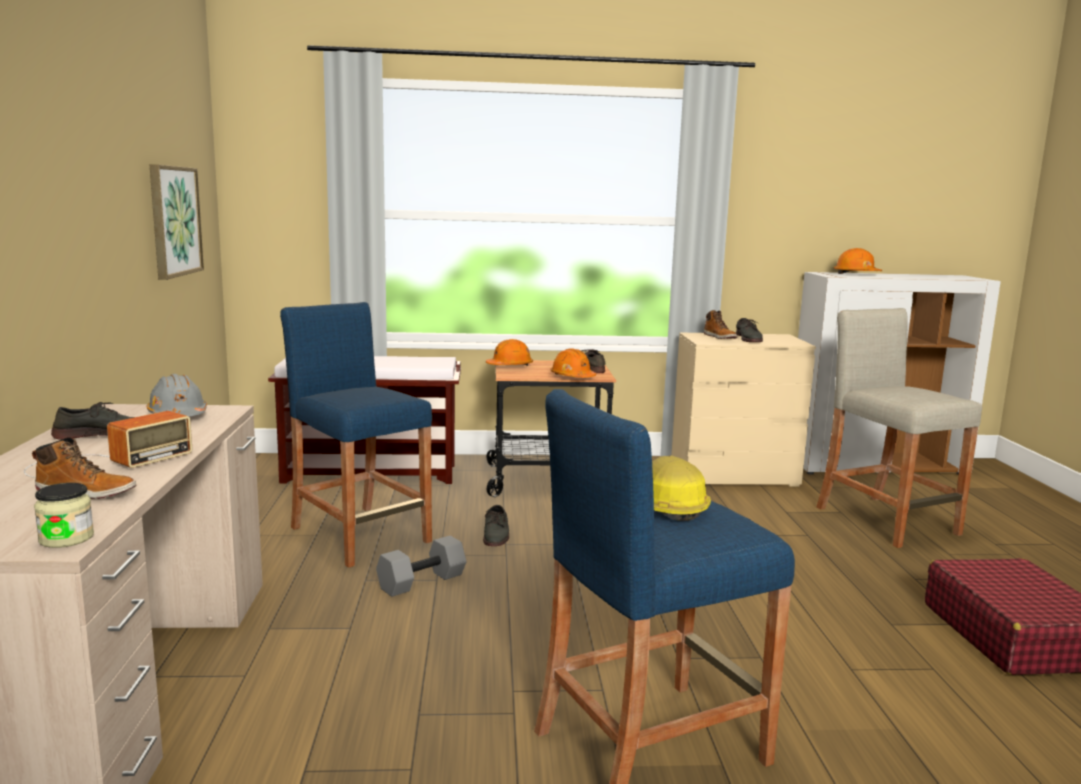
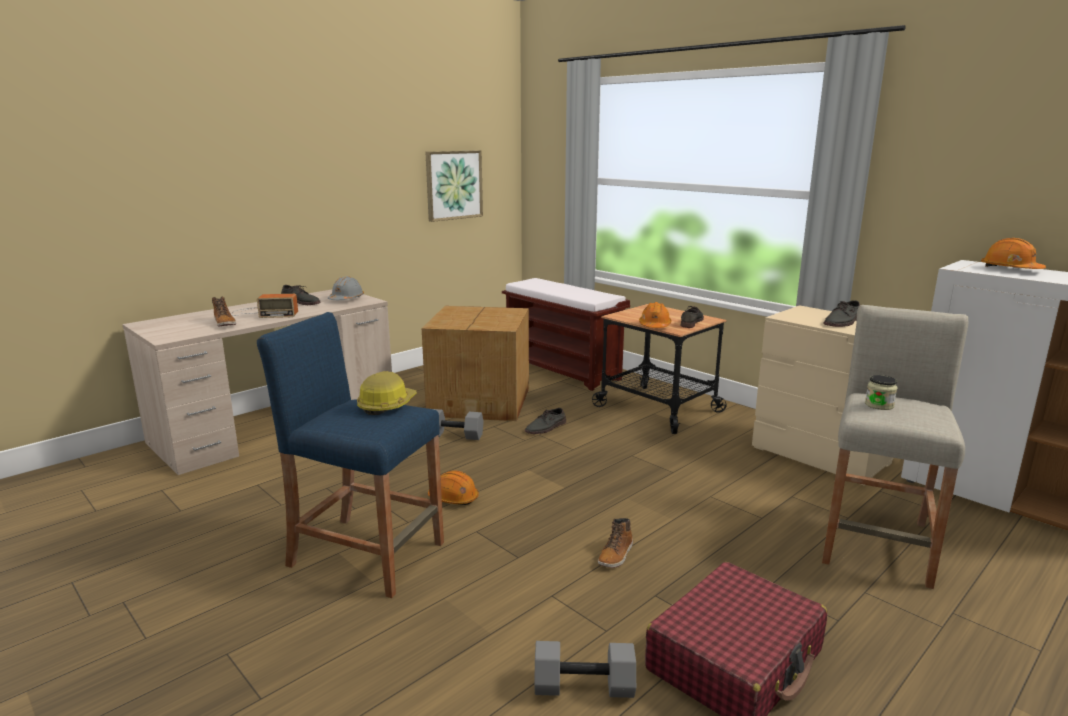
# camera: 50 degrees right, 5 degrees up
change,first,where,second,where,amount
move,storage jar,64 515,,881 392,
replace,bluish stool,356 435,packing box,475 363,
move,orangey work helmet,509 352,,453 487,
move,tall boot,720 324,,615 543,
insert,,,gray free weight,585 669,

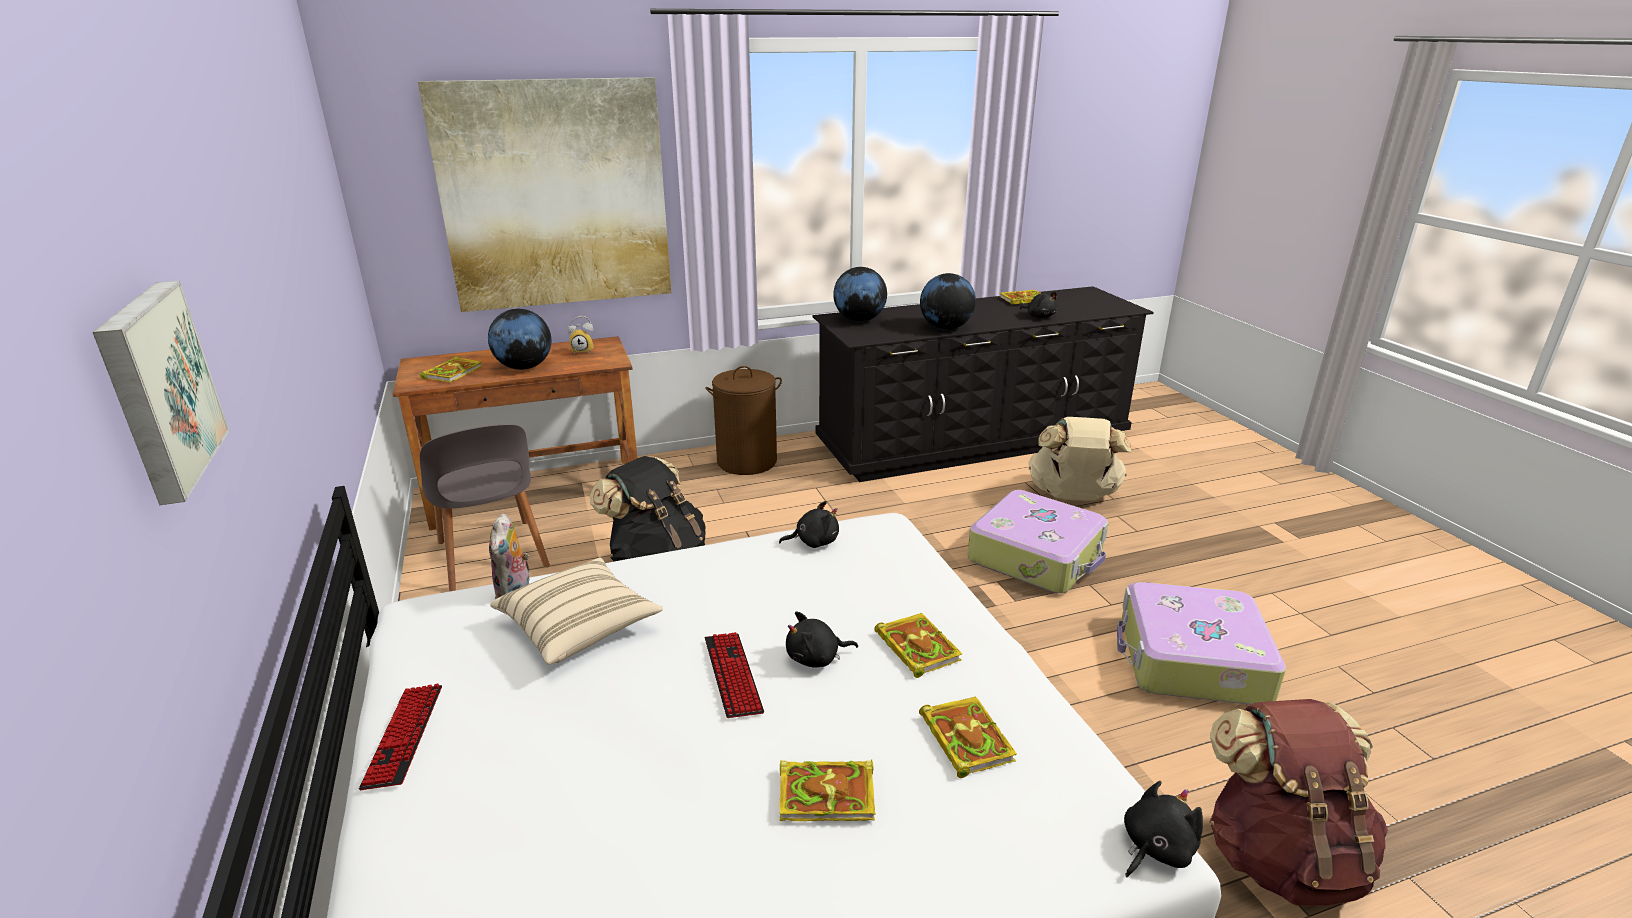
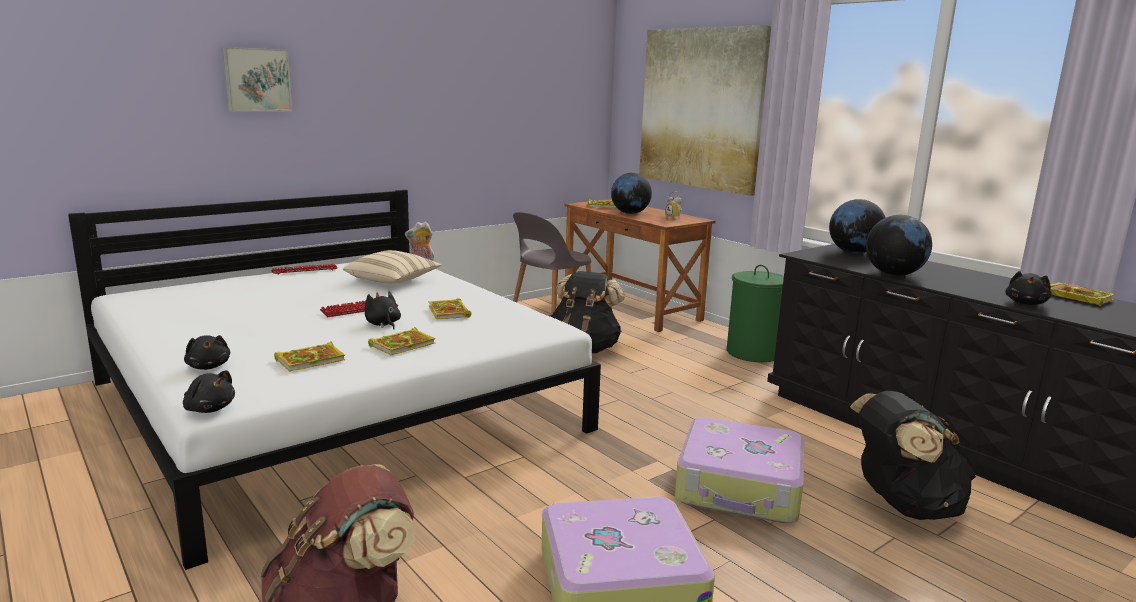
# camera: 70 degrees right, 10 degrees down
change,first,where,second,where,amount
recolor,brown-coloured hamper,743 420,greenish hamper,755 313,
move,black-coloured cuddly toy,809 524,,207 352,
move,book,827 790,,449 308,
recolor,beige-coloured rucksack,1079 459,black-coloured rucksack,913 455,

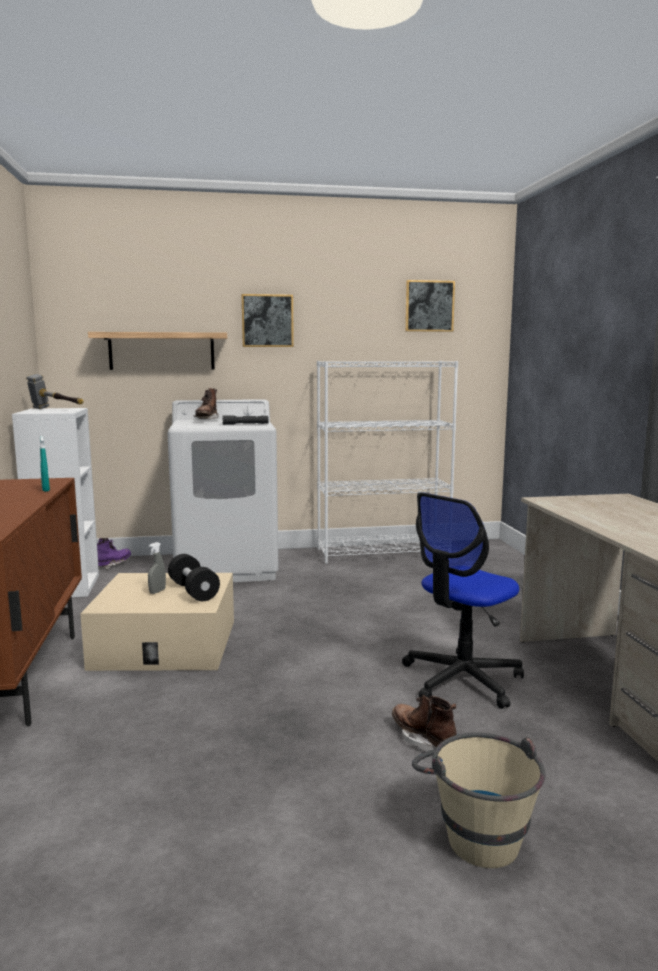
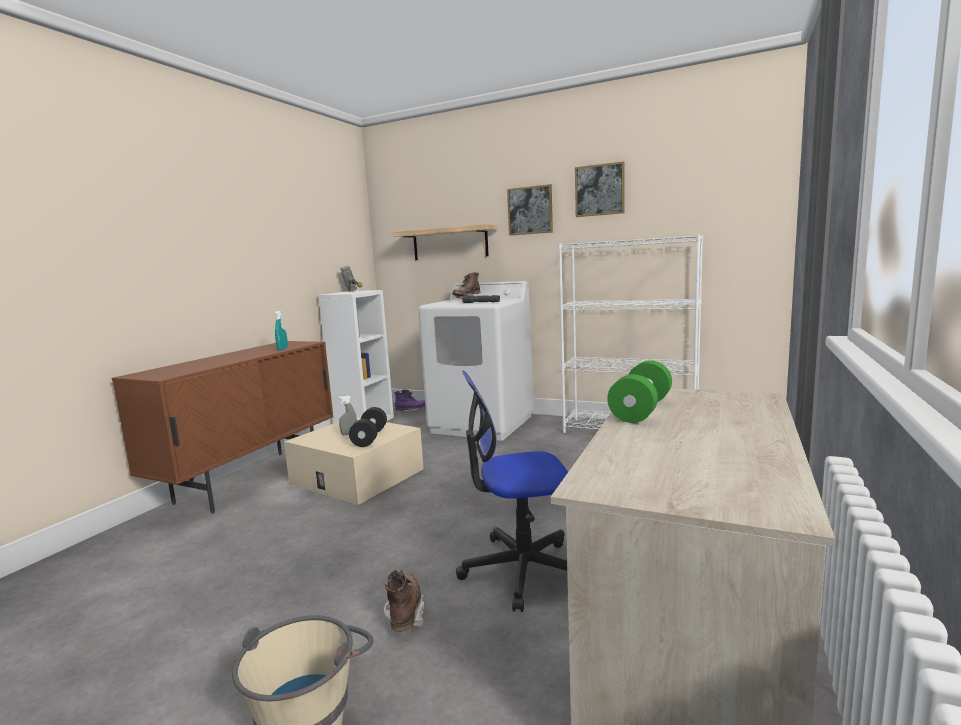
# camera: 35 degrees right, 0 degrees up
change,first,where,second,where,amount
move,wall picture,430 306,,600 189,
insert,,,greenish free weight,639 391,

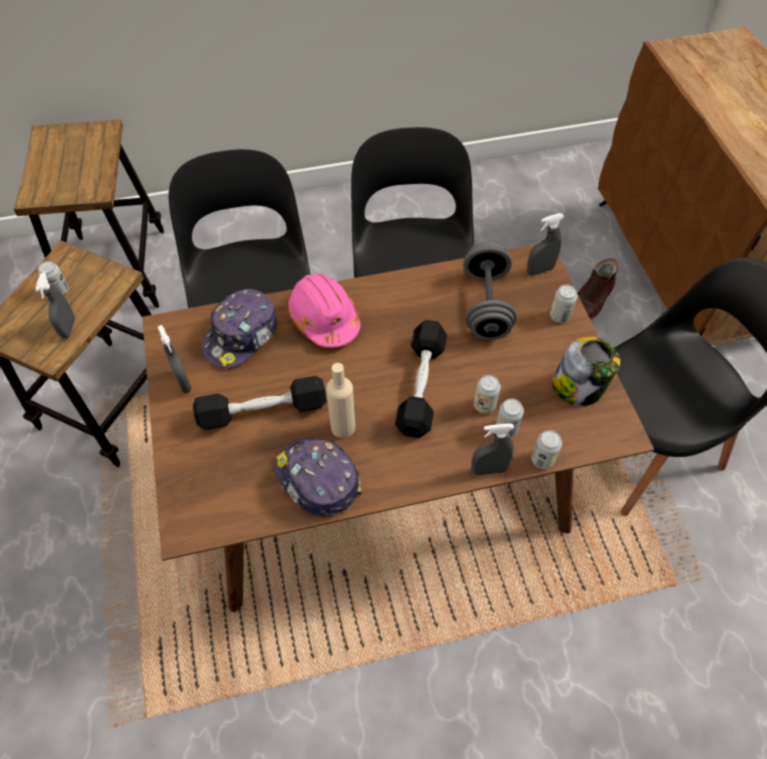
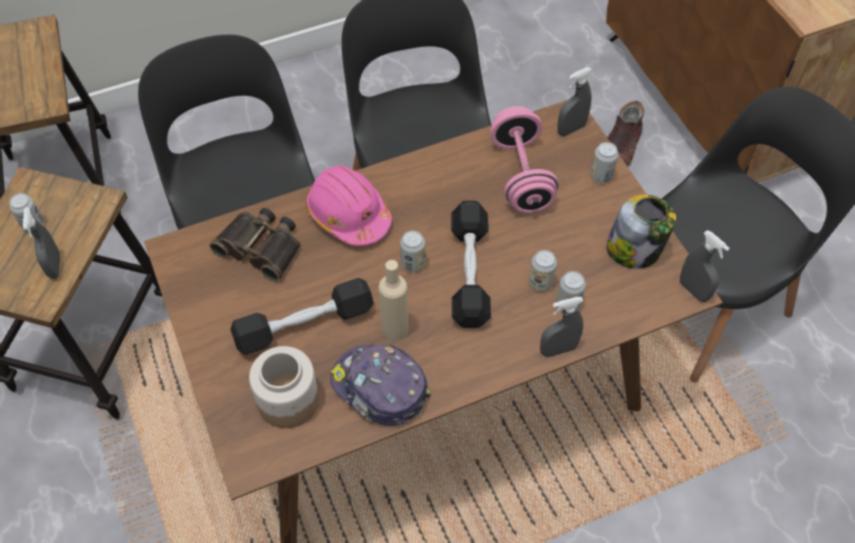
# camera: 10 degrees left, 0 degrees up
change,first,where,second,where,amount
move,gray hand sprayer,175 359,,705 266,
replace,peaked cap,239 329,binoculars,255 245,
recolor,gray free weight,490 290,pink free weight,524 159,
move,metal can,546 449,,412 252,
insert,,,storage jar,284 387,

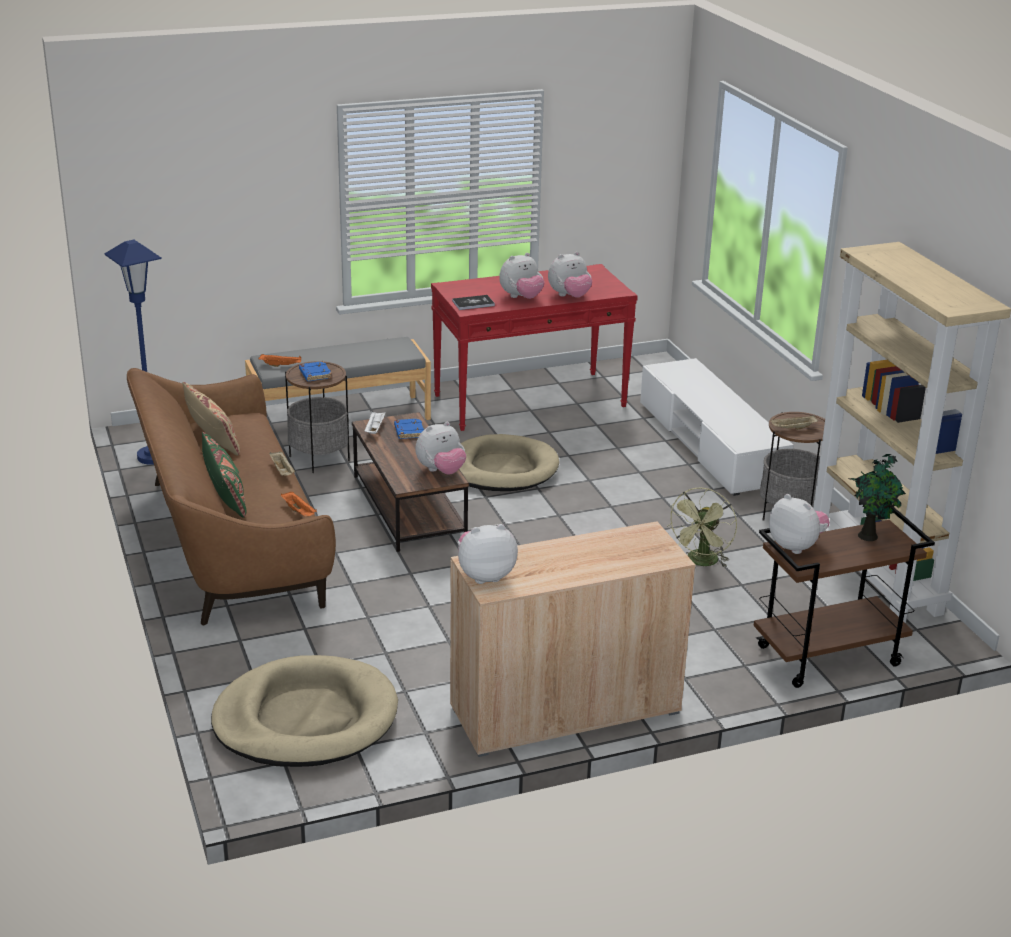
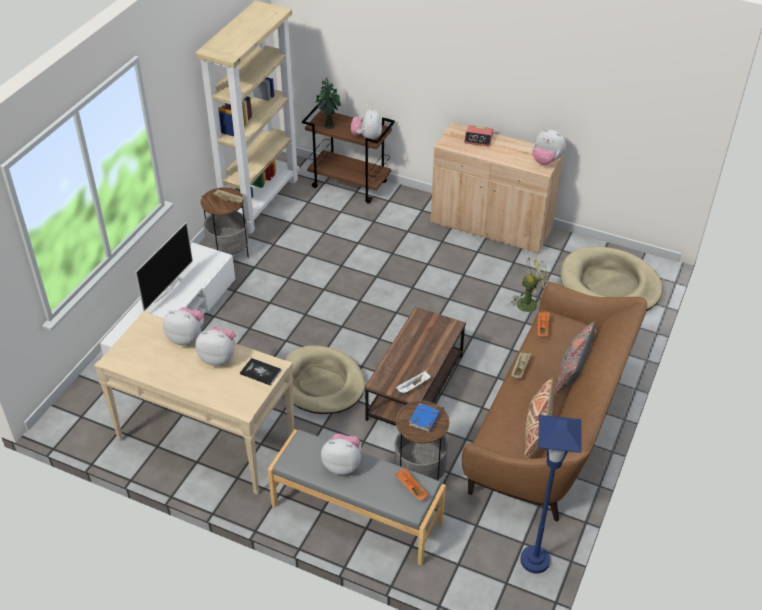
# camera: 135 degrees left, 15 degrees up
change,first,where,second,where,amount
recolor,greenish pillow,224 475,gray pillow,576 357,
delete,bluish book,409 428,,,
move,cuddly toy,440 448,,341 454,
recolor,red-coloured hall table,534 347,beige-coloured hall table,194 403,
move,greenish cooling fan,702 527,,530 284,
insert,,,TV set,164 266,
insert,,,table clock,479 136,

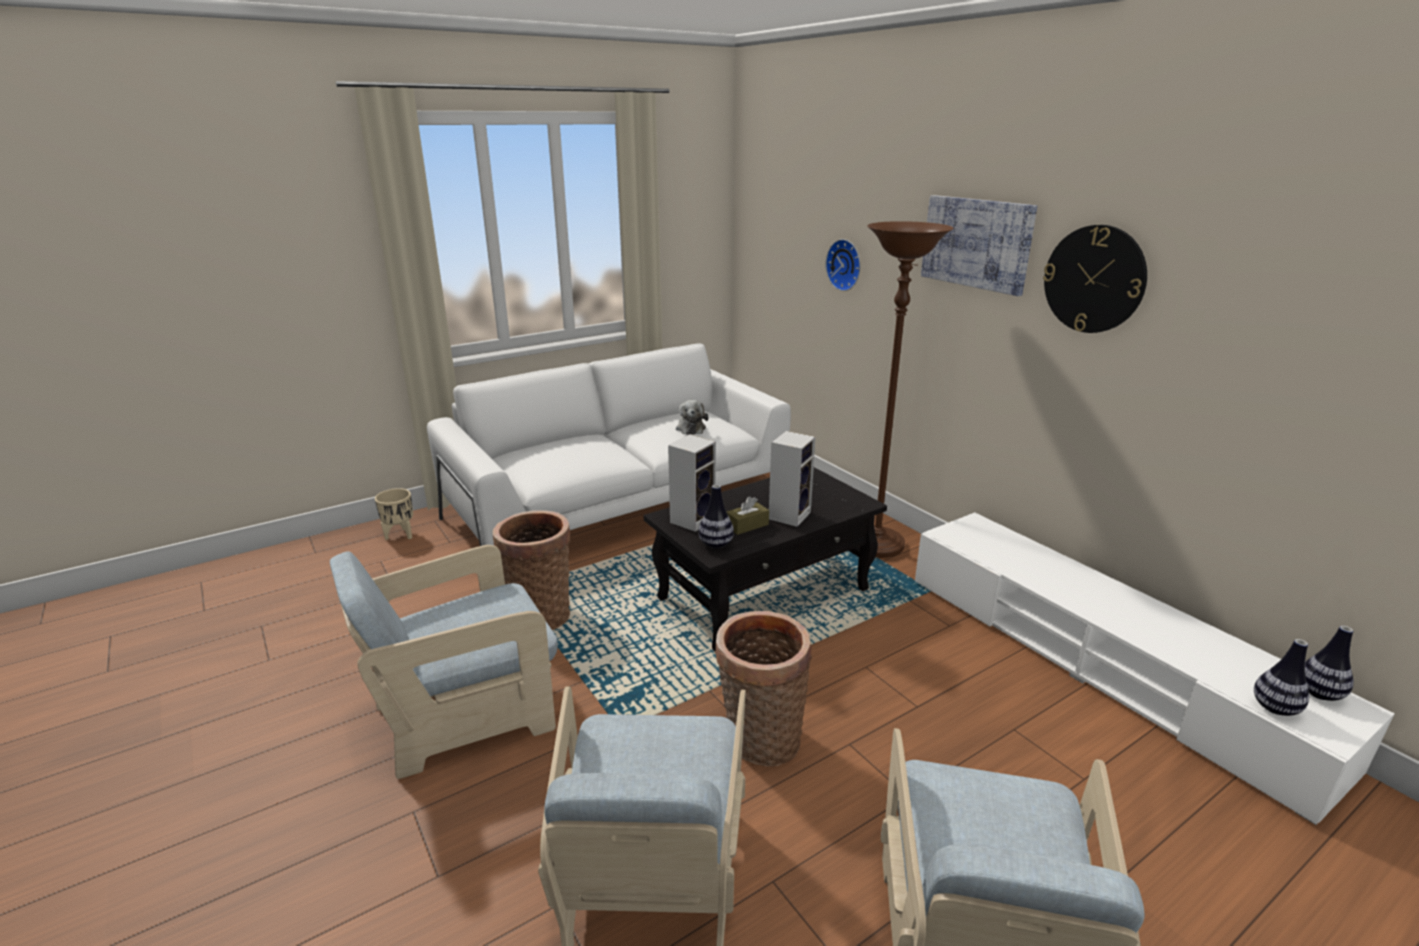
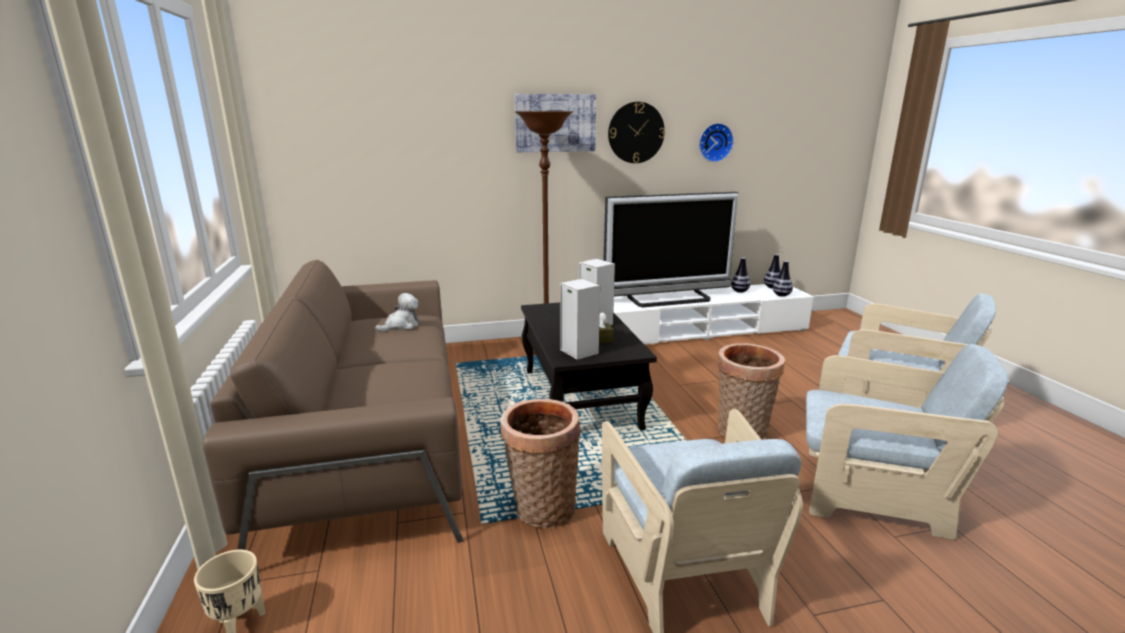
# camera: 70 degrees left, 5 degrees down
change,first,where,second,where,amount
recolor,whitish settee,609 444,brown-coloured settee,333 405,
rotate,cuddly toy,692 417,,397 312,60 degrees counterclockwise
move,flower vase,716 516,,740 275,
move,wall clock,843 265,,716 142,
insert,,,TV set,670 249,

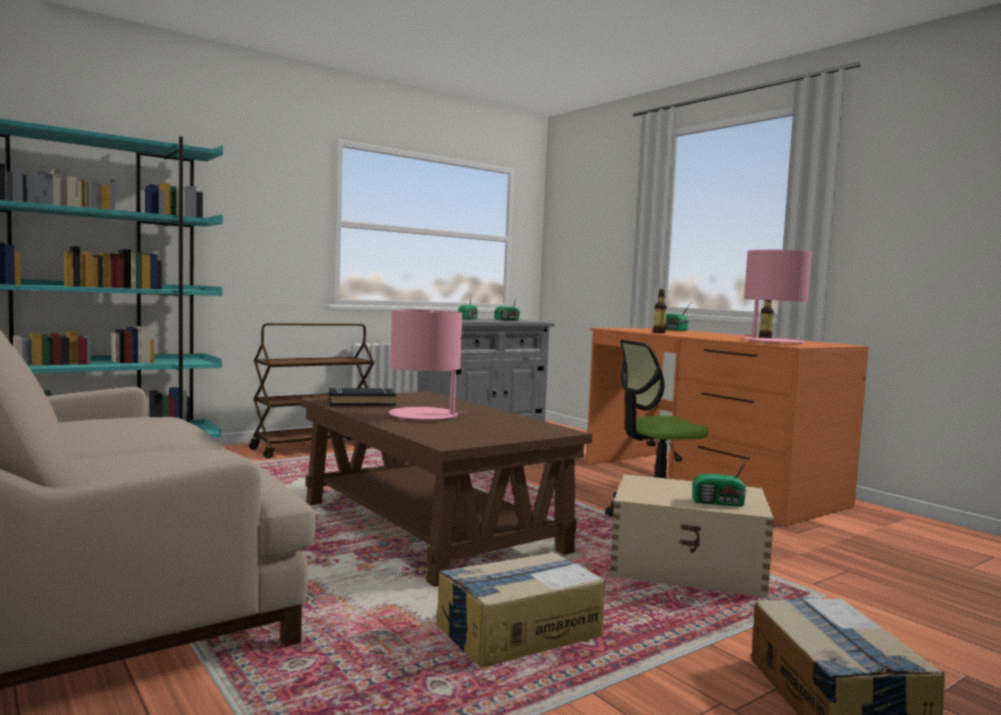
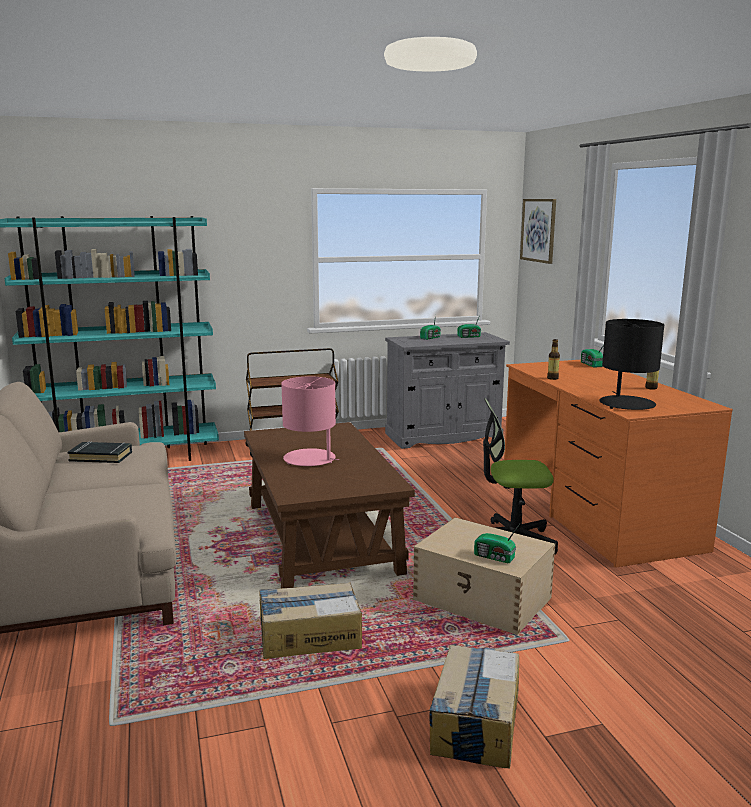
# camera: 20 degrees right, 10 degrees up
change,first,where,second,where,amount
move,black-coloured book,363 396,,100 452,
recolor,pink lamp for a table,777 297,black-coloured lamp for a table,631 364,
insert,,,wall picture,538 231,

